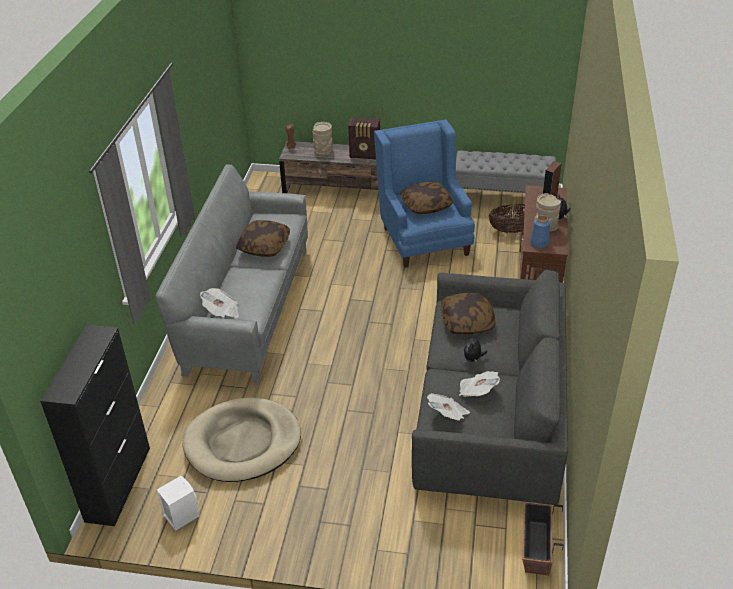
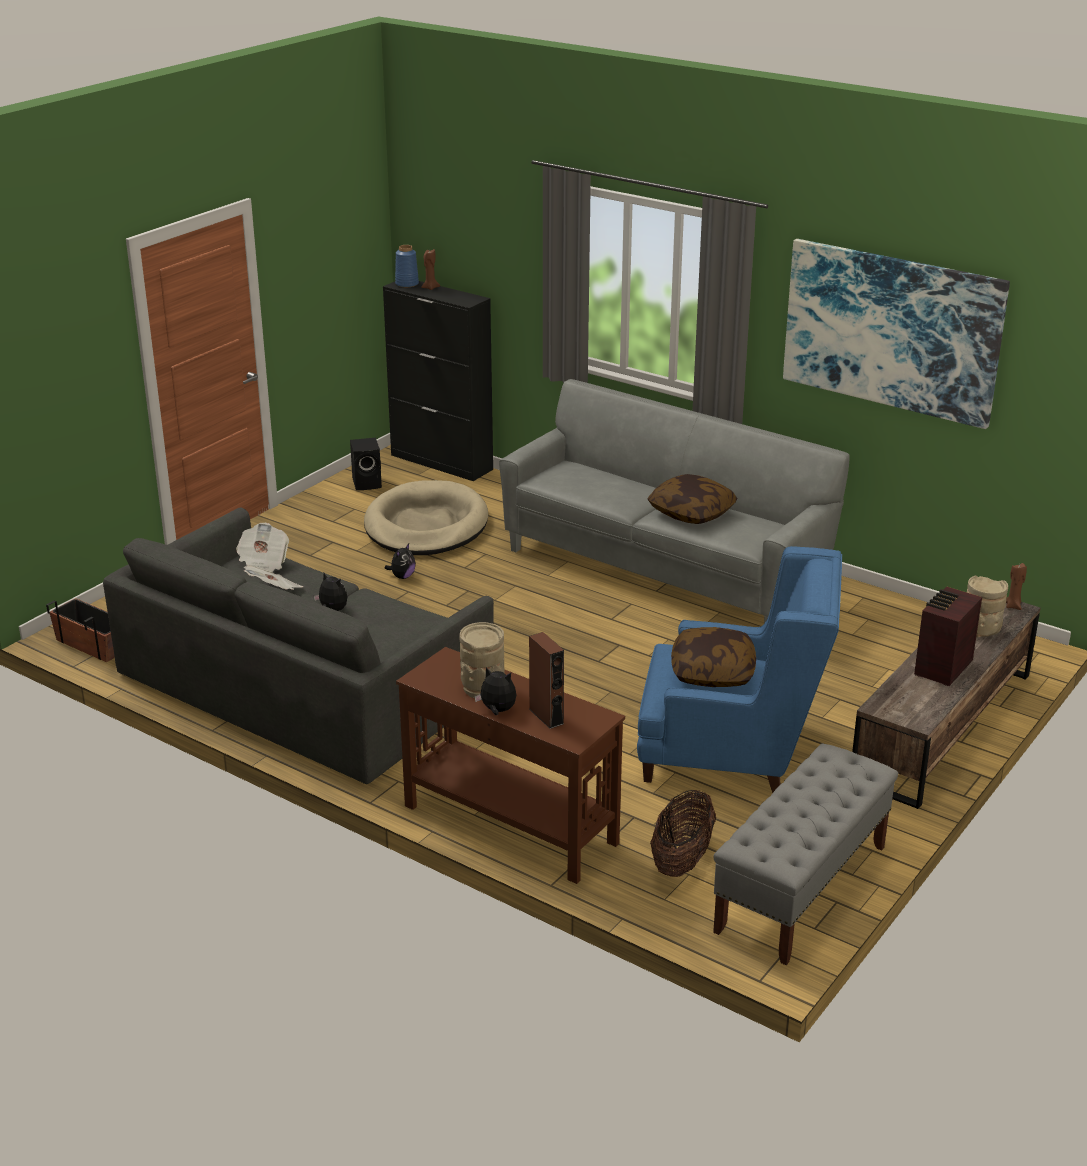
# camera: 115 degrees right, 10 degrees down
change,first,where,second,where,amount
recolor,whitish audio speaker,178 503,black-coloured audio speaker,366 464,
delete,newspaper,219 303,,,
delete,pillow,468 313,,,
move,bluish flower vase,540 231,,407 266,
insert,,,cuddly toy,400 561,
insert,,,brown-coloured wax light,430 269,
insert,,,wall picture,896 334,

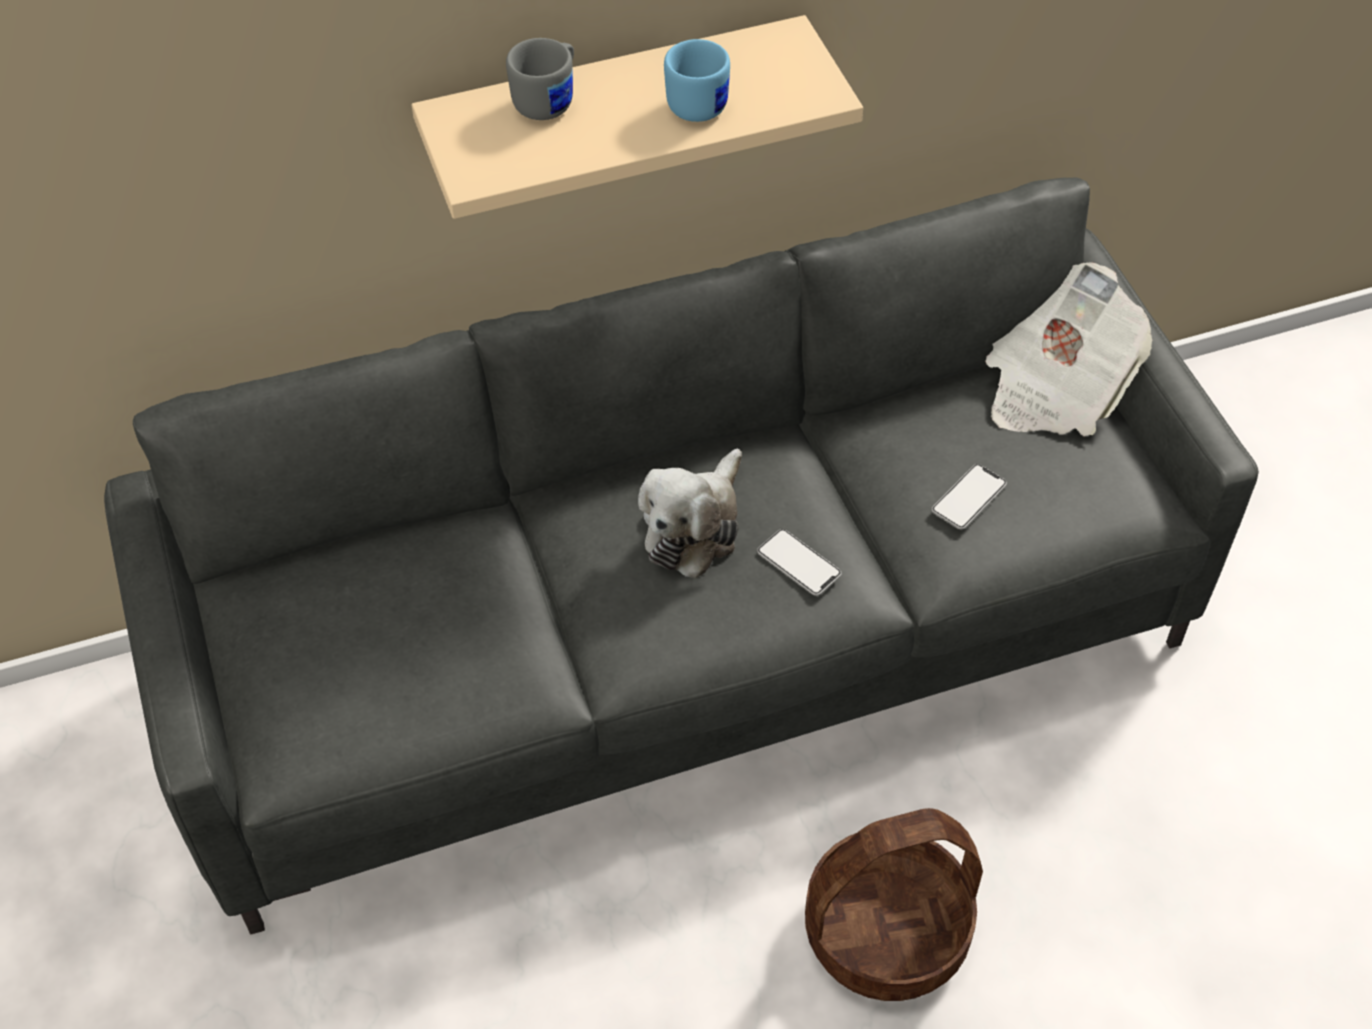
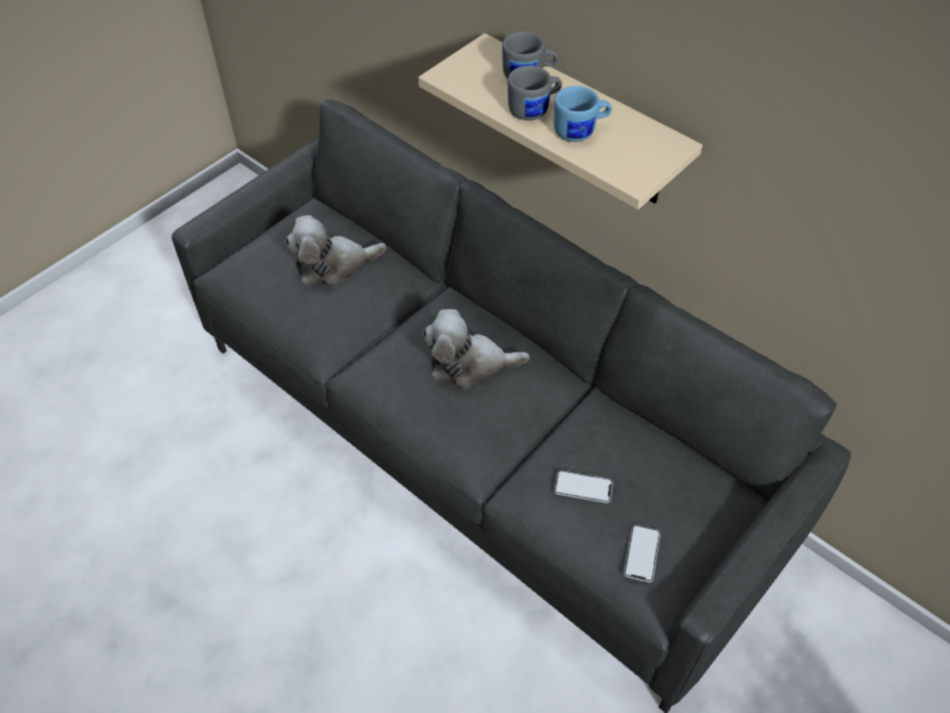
# camera: 60 degrees right, 0 degrees up
change,first,where,second,where,amount
move,phone,799 562,,642 554,
delete,household basket,894 904,,,
delete,newspaper,1068 349,,,
insert,,,cuddly toy,335 251,
insert,,,gray mug,535 93,

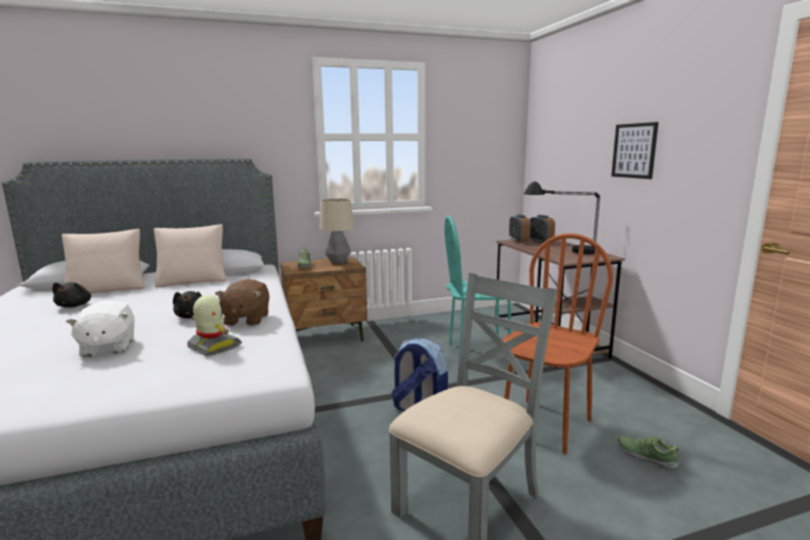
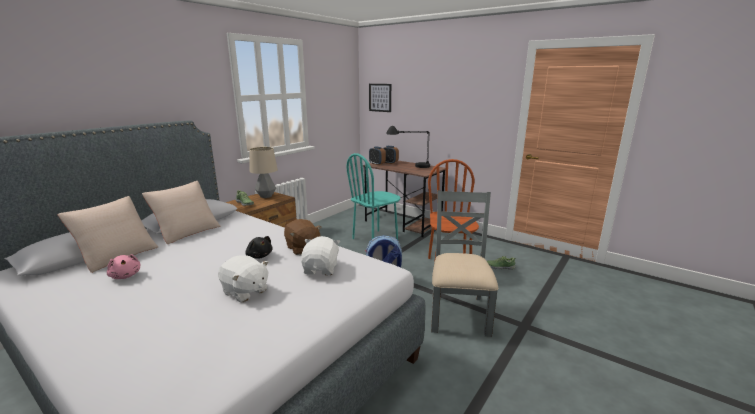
# camera: 35 degrees left, 5 degrees up
change,first,where,second,where,amount
recolor,black-coloured cuddly toy,72 295,pink cuddly toy,124 266,
replace,model robot,214 325,whitish cuddly toy,321 255,
move,wall picture,635 150,,380 98,

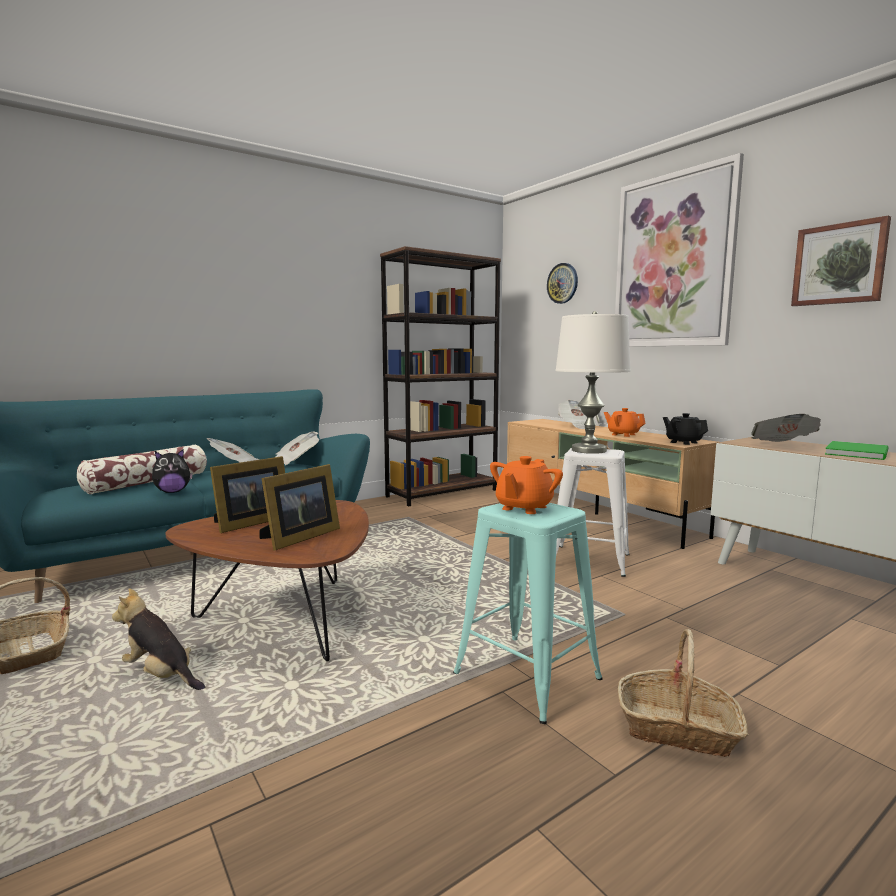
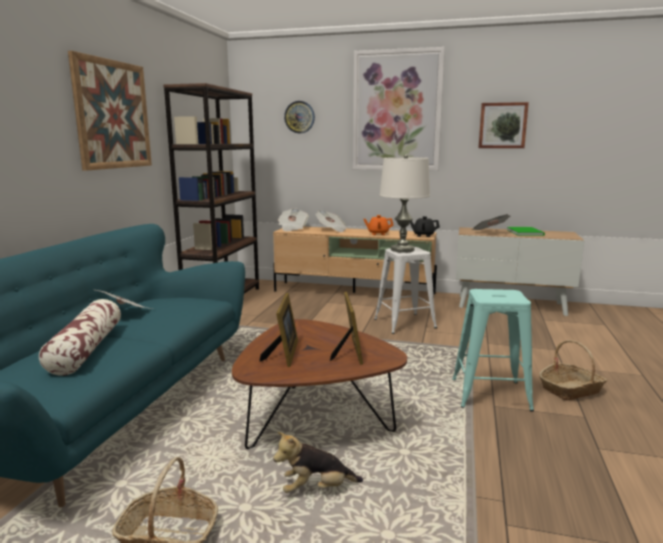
# camera: 40 degrees left, 5 degrees up
change,first,where,second,where,amount
delete,cuddly toy,172 471,,,
move,newspaper,297 448,,293 219,
delete,orangey pot for tea,526 485,,,
insert,,,wall picture,110 111,

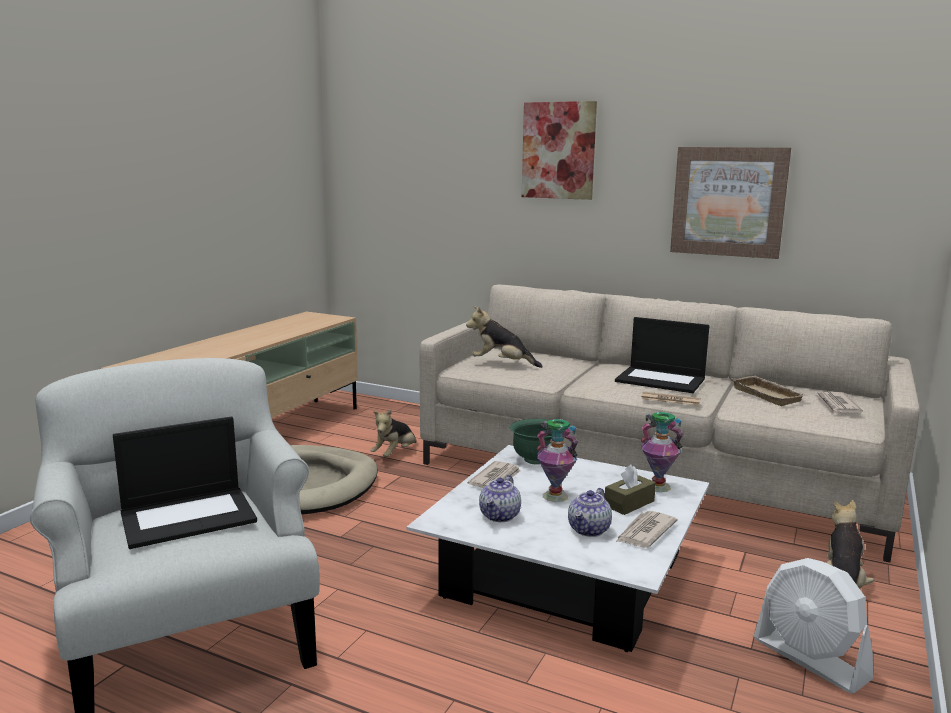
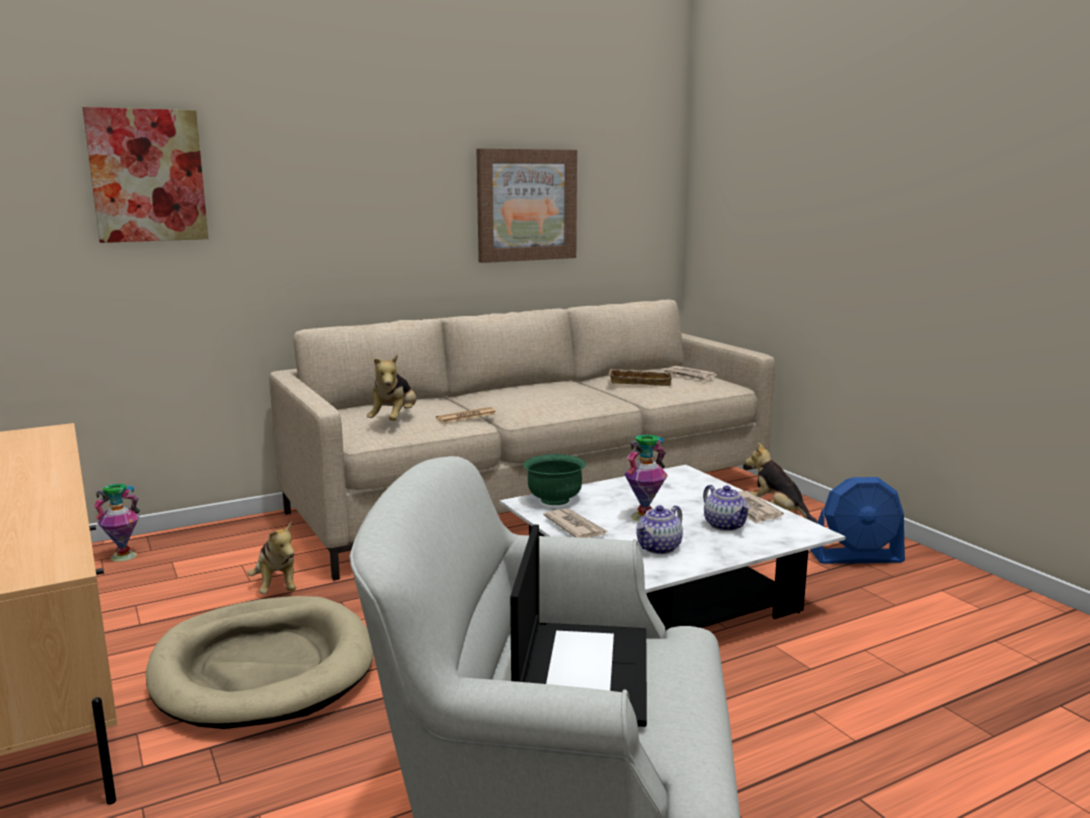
# camera: 55 degrees left, 0 degrees up
change,first,where,second,where,amount
rotate,cuddly toy,504 337,,391 387,45 degrees counterclockwise
rotate,pot for tea,500 498,,659 529,75 degrees clockwise
move,wall picture,559 150,,145 175,
delete,brown-coloured tissue box,630 489,,,
delete,notebook computer,662 355,,,
move,newspaper,670 399,,466 415,
move,flower vase,662 452,,117 523,
recolor,whitish cooling fan,813 626,bluish cooling fan,857 520,

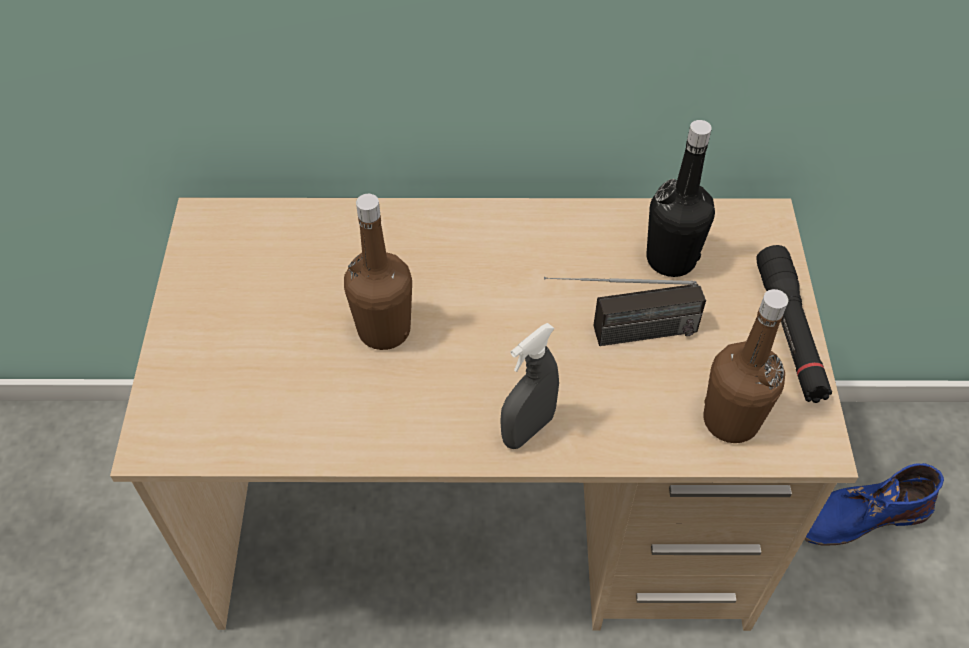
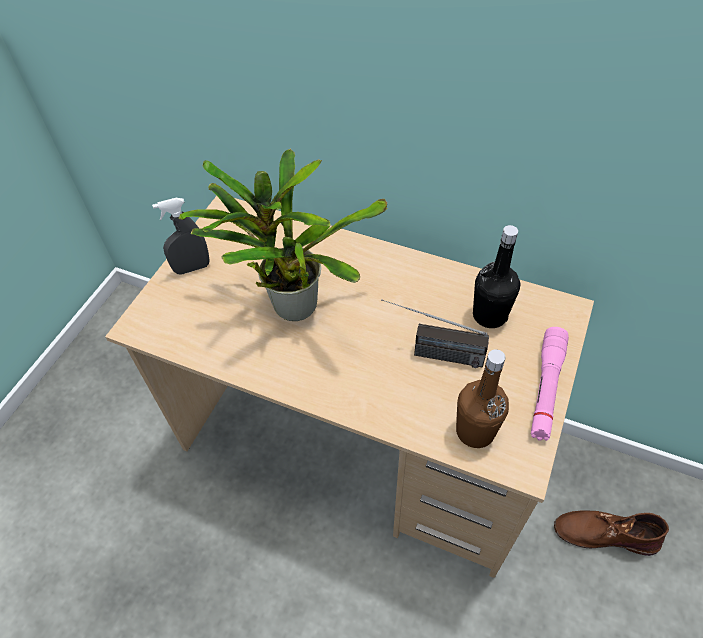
# camera: 25 degrees right, 0 degrees up
change,first,where,second,where,amount
replace,brown-coloured bottle,378 272,potted plant,283 235,
move,gray hand sprayer,529 386,,180 236,
recolor,black-coloured torch,794 324,pink torch,550 384,
recolor,bluish tall boot,874 504,brown-coloured tall boot,611 533,

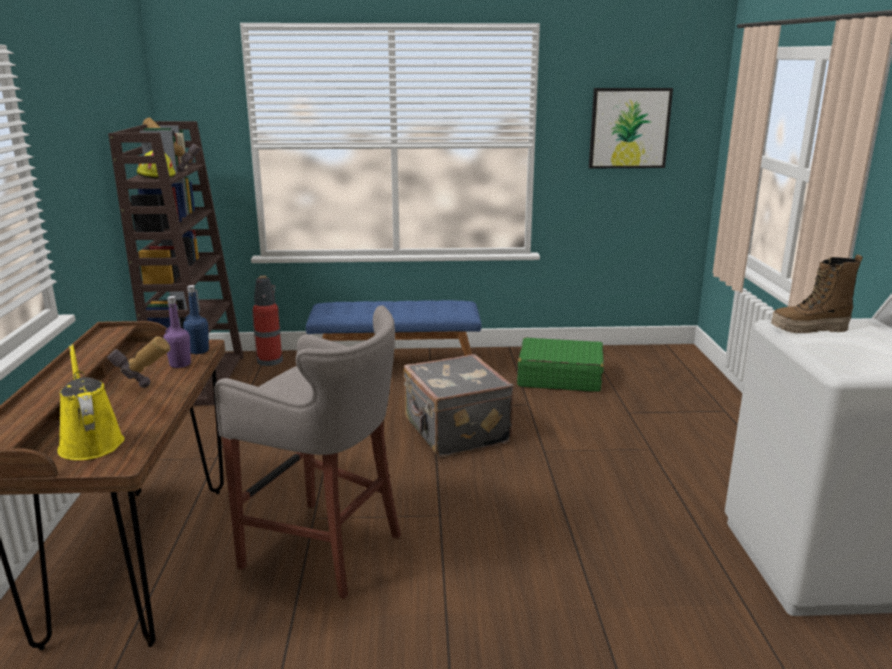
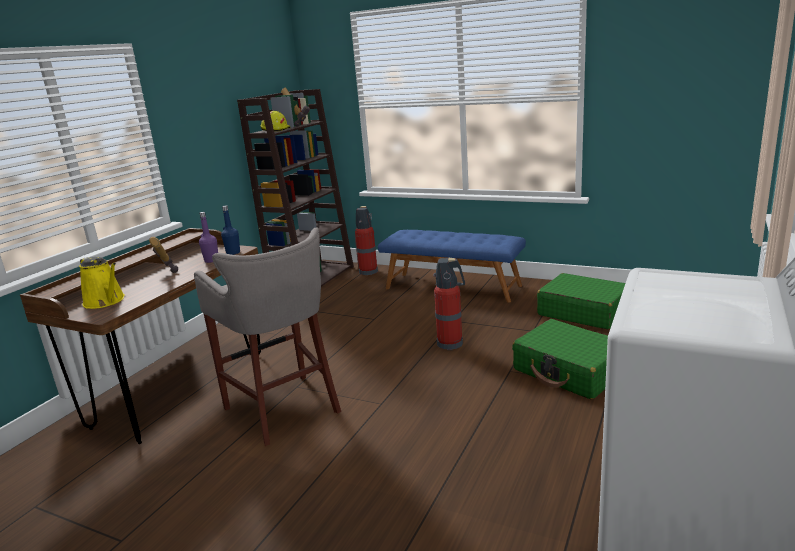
# camera: 30 degrees right, 0 degrees up
change,first,where,second,where,amount
rotate,yellow watering pot,91 402,,102 283,135 degrees clockwise
replace,gray piece of luggage,458 405,fire-fighting cylinder,449 304,
delete,wall picture,631 128,,,
delete,tall boot,817 294,,,
insert,,,greenish piece of luggage,560 359,

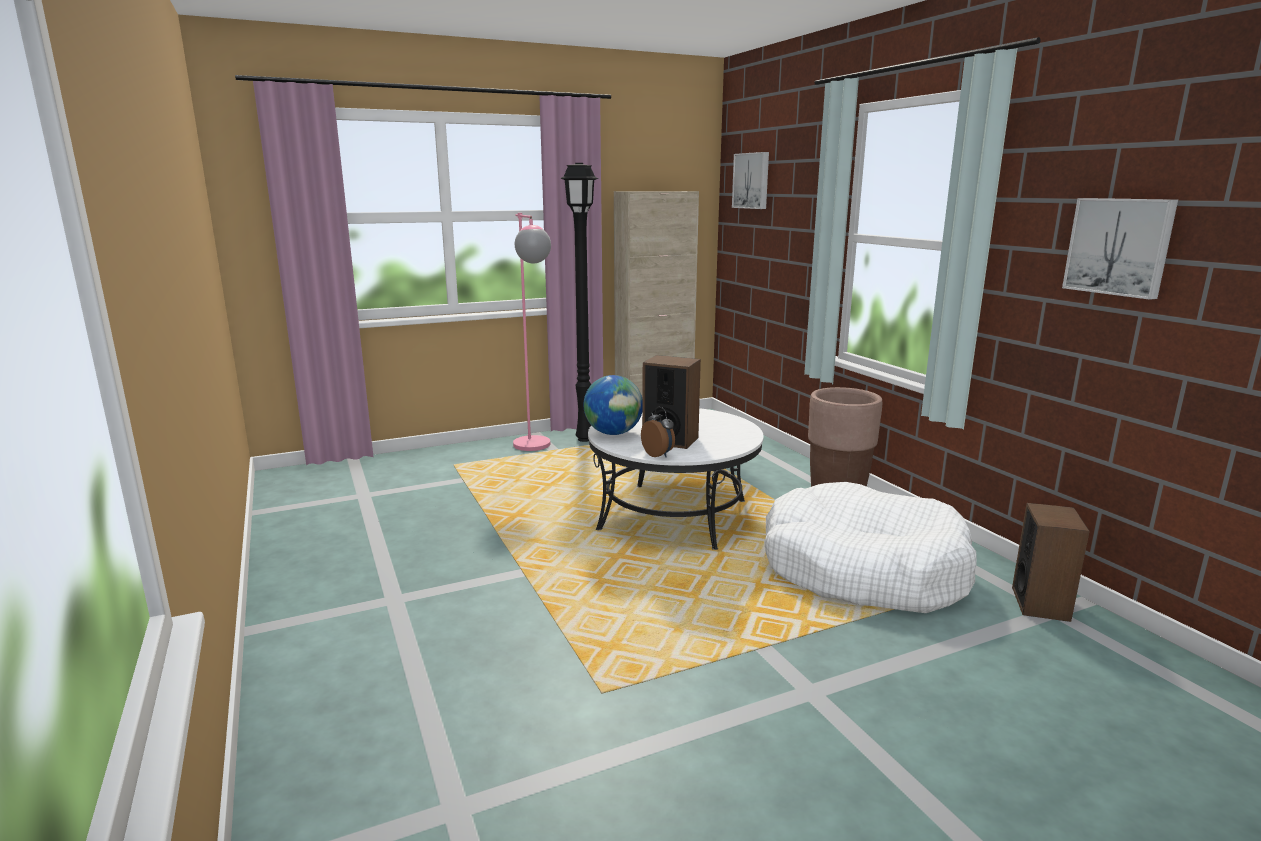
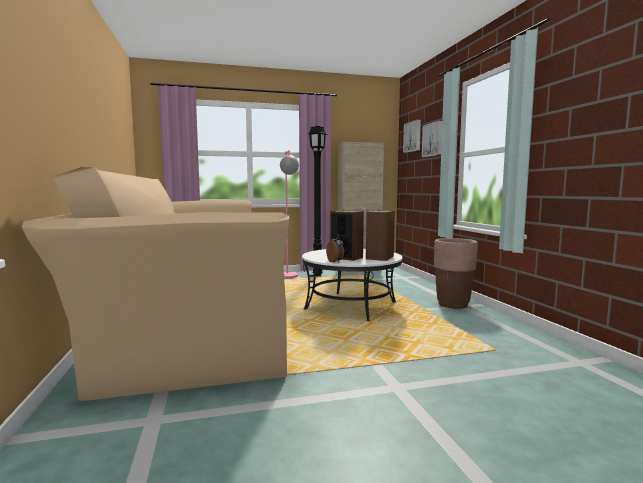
# camera: 10 degrees right, 10 degrees down
change,first,where,second,where,amount
delete,globe,612 405,,,
delete,whitish dog cushion,870 547,,,
move,audio speaker,1051 562,,380 235,
move,wall picture,1120 249,,432 139,
insert,,,beige-coloured settee,155 284,

